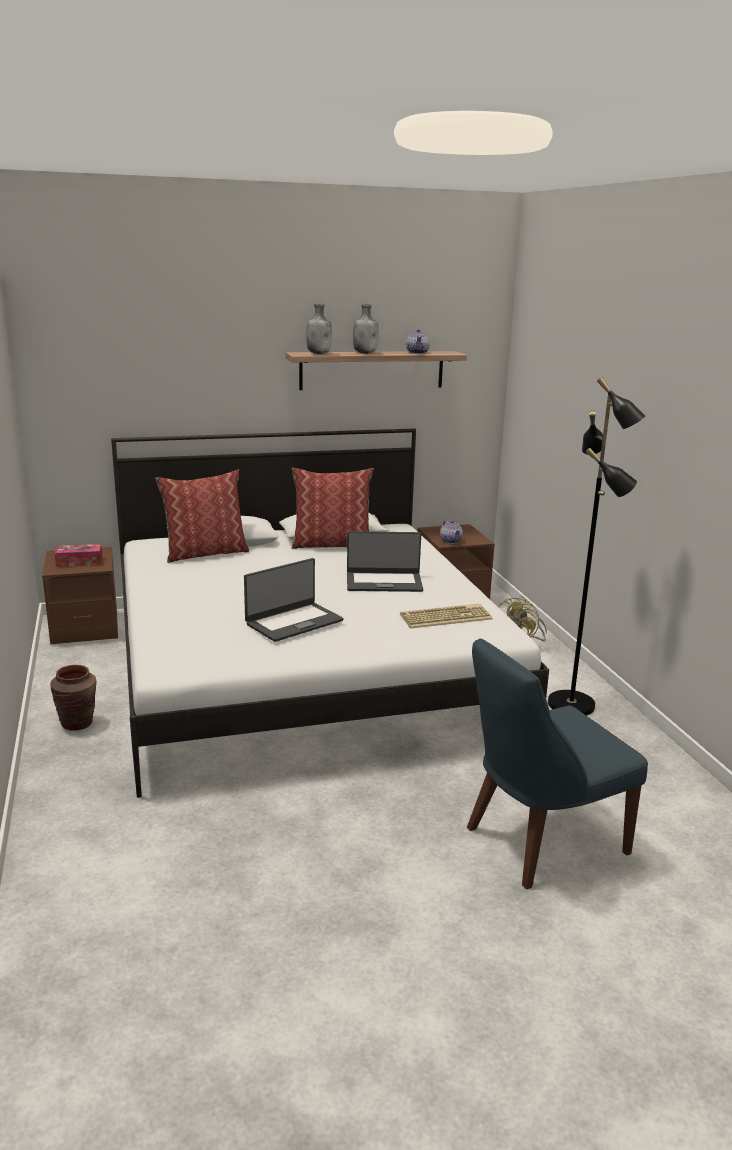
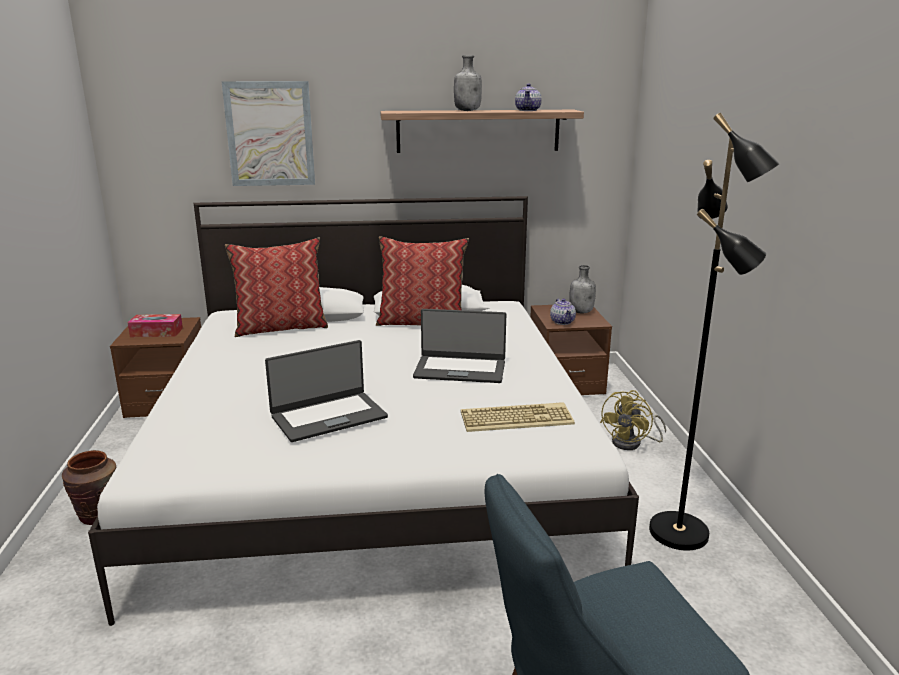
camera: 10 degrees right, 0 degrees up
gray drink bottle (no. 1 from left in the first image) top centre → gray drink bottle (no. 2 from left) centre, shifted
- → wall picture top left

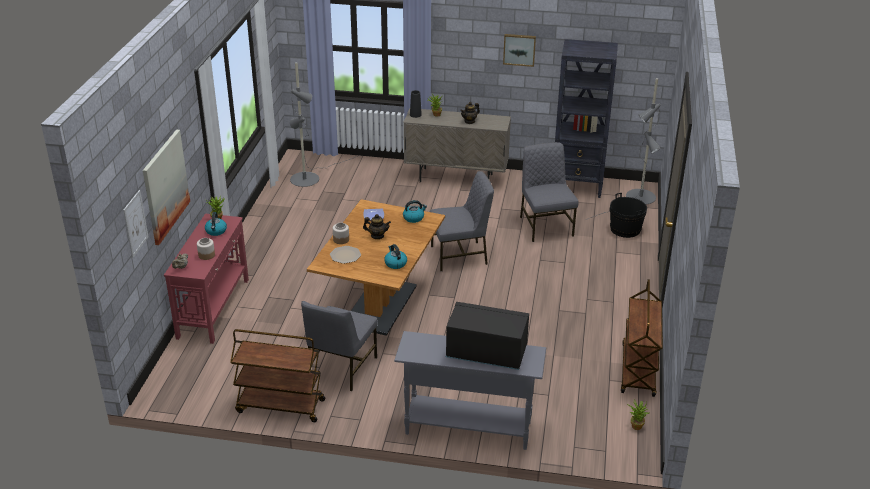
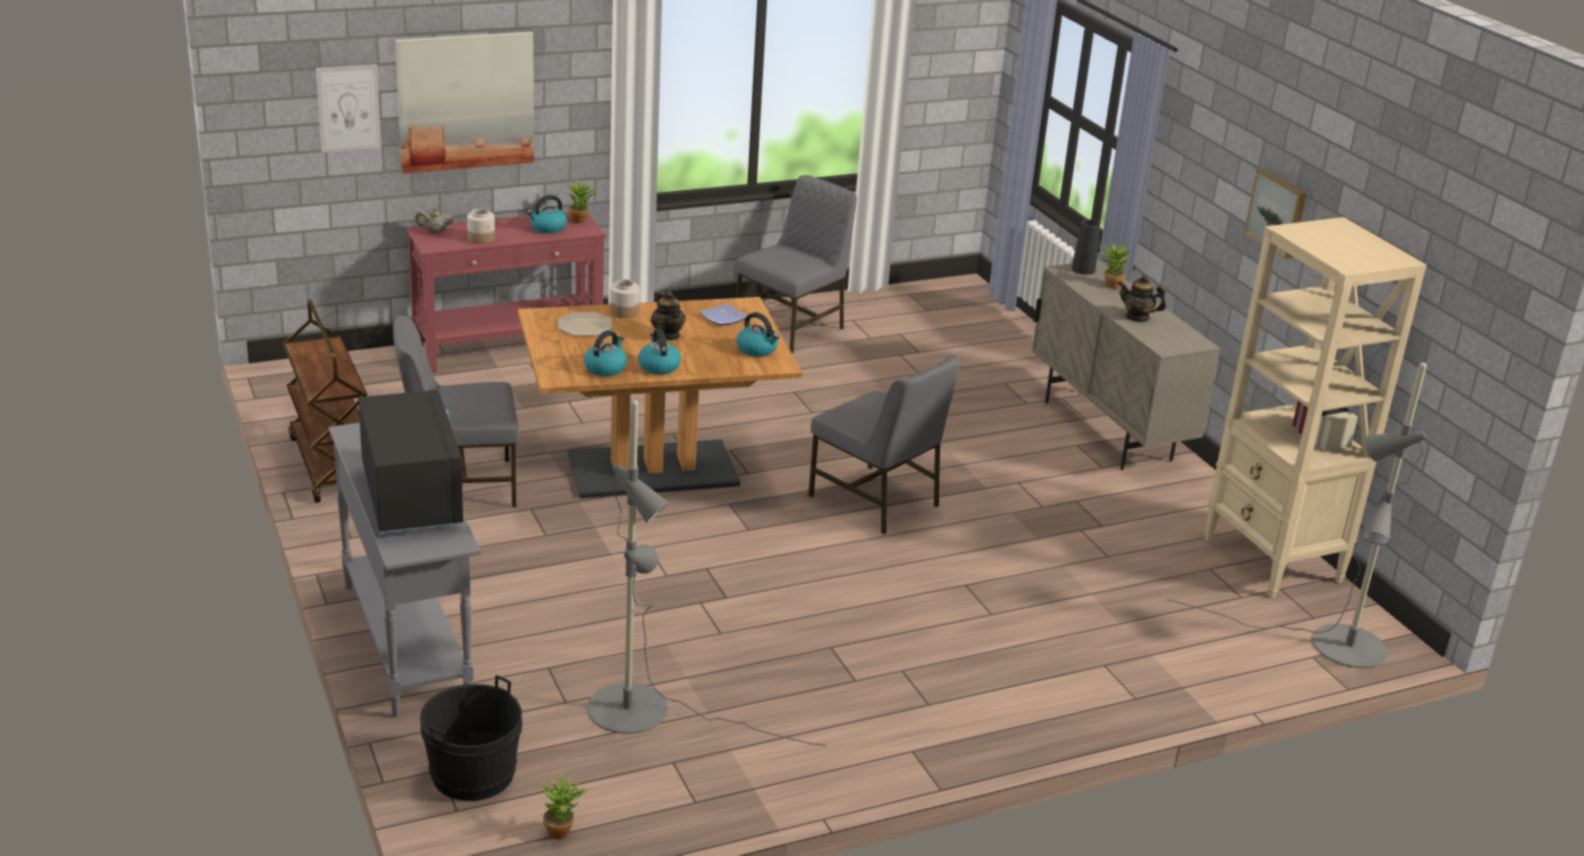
camera: 55 degrees right, 5 degrees down
gray standard lamp (no. 1 from left) top centre → gray standard lamp (no. 1 from left) bottom centre, shifted
gray upright chair (no. 3 from left in the first image) centre → gray upright chair (no. 2 from left) top centre, shifted
blackish bookshelf top right → beige bookshelf middle right
blackish water bucket middle right → blackish water bucket bottom left, shifted
brown cart (no. 2 from left) bottom right → -
- → kettle (no. 3 from left) centre

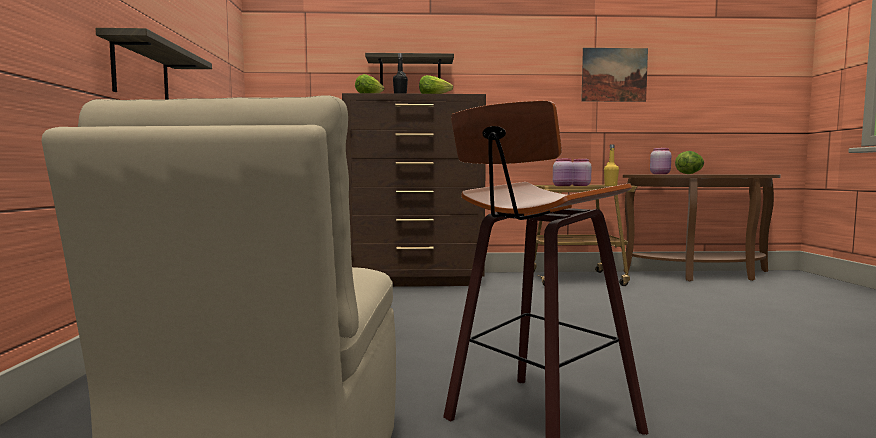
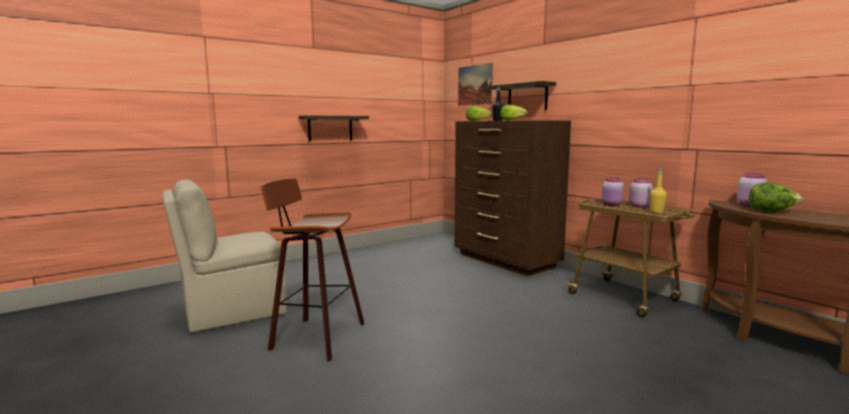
camera: 55 degrees right, 5 degrees up
wall picture top right → wall picture top centre, shifted

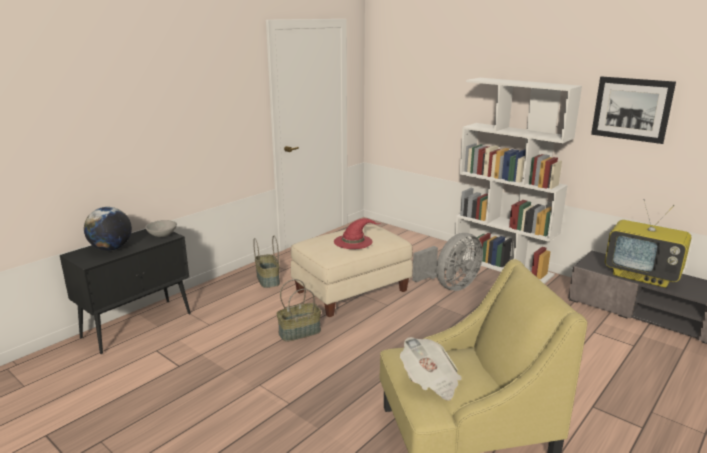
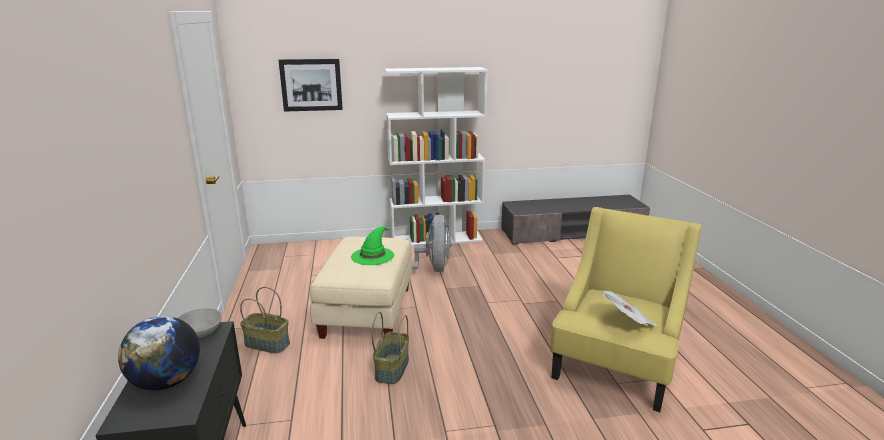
camera: 50 degrees left, 0 degrees up
red-coloured wearable hat centre → green wearable hat centre
wall picture top right → wall picture top centre, shifted
TV middle right → -

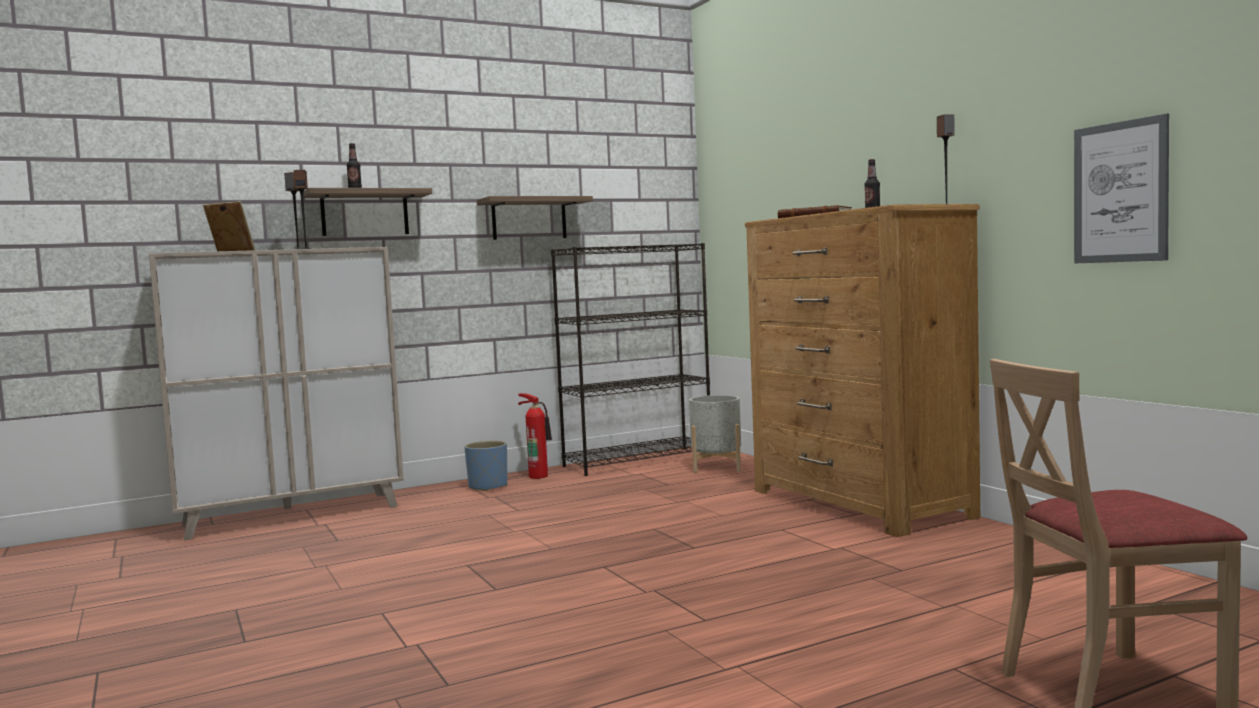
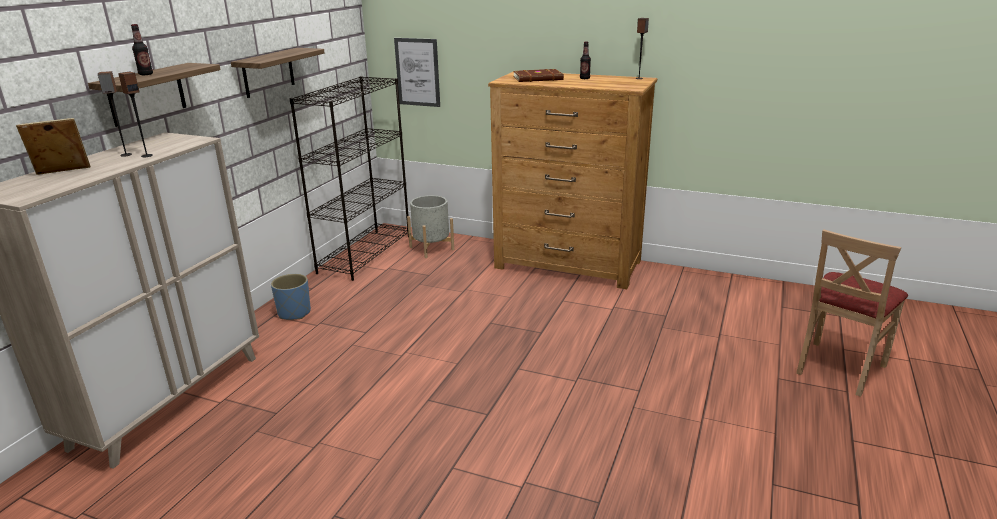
camera: 40 degrees left, 20 degrees up
extinguisher centre → -
wall picture top right → wall picture top centre, shifted

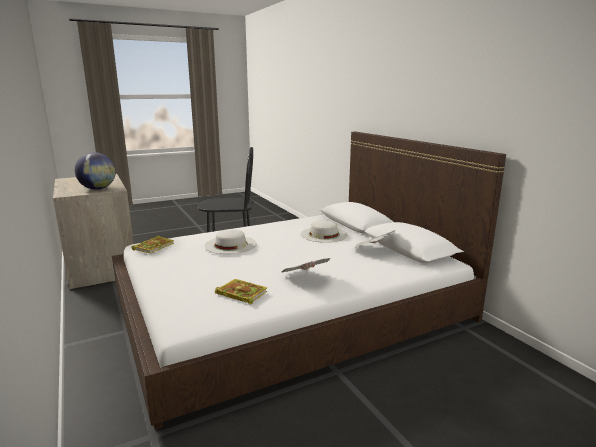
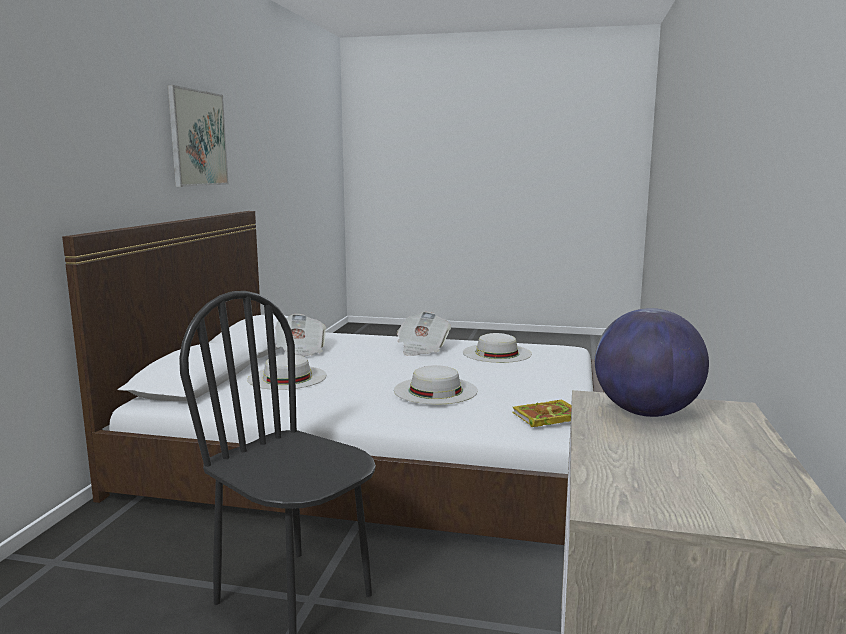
camera: 140 degrees left, 5 degrees down
bound book (no. 2 from left) centre → white wearable hat (no. 3 from left) centre
- → wall picture top left

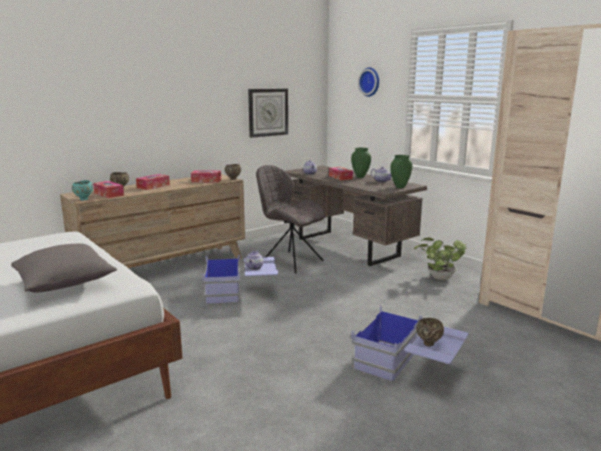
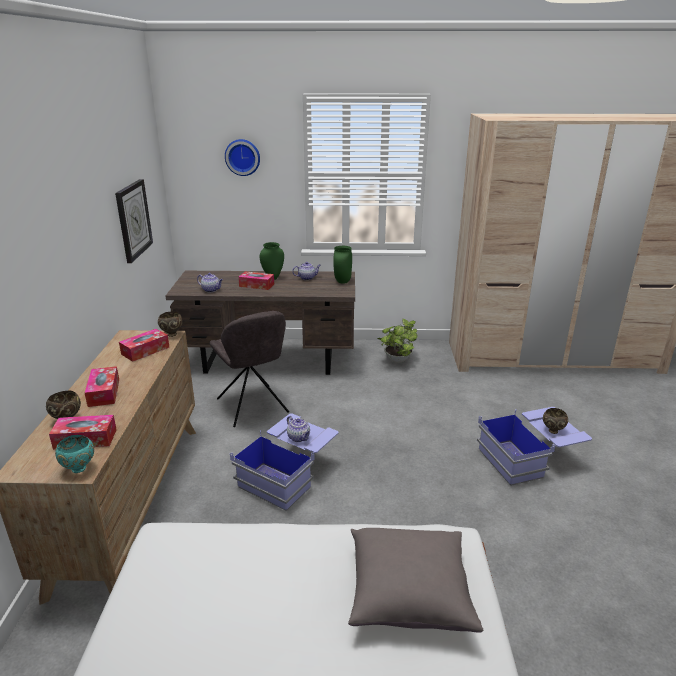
camera: 50 degrees left, 10 degrees up
gray upright chair centre, 105 degrees counterclockwise

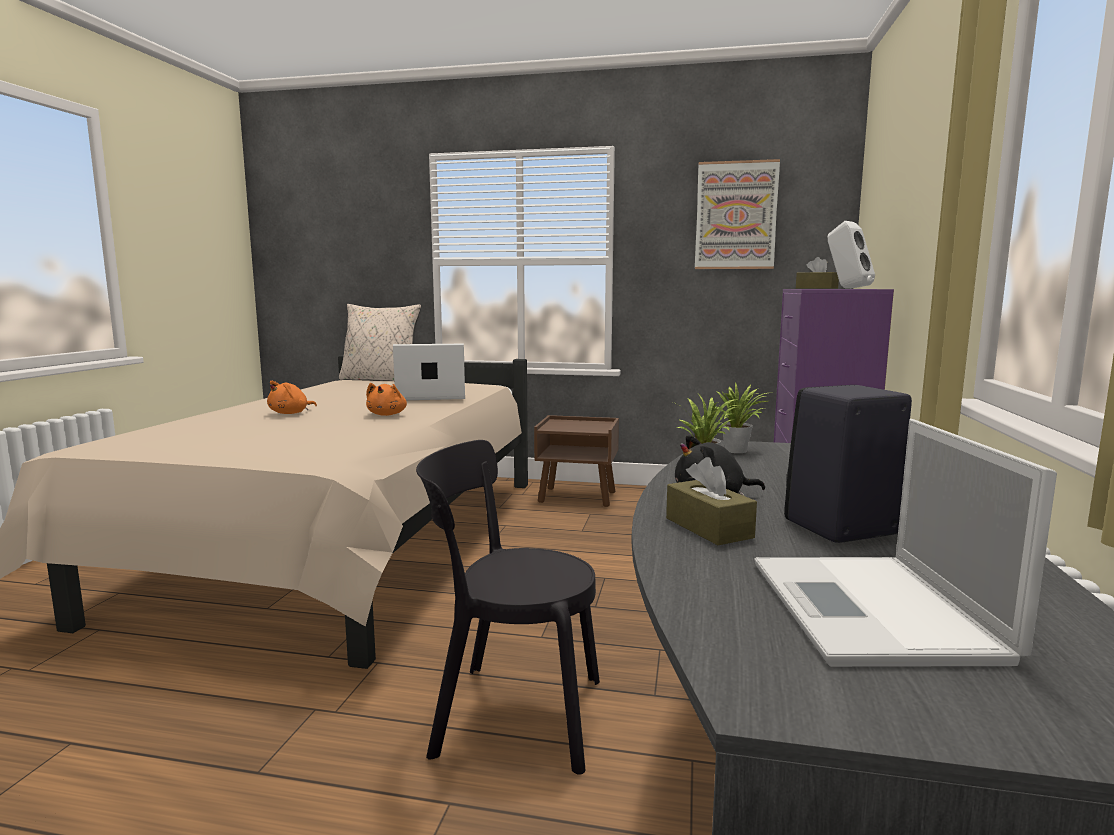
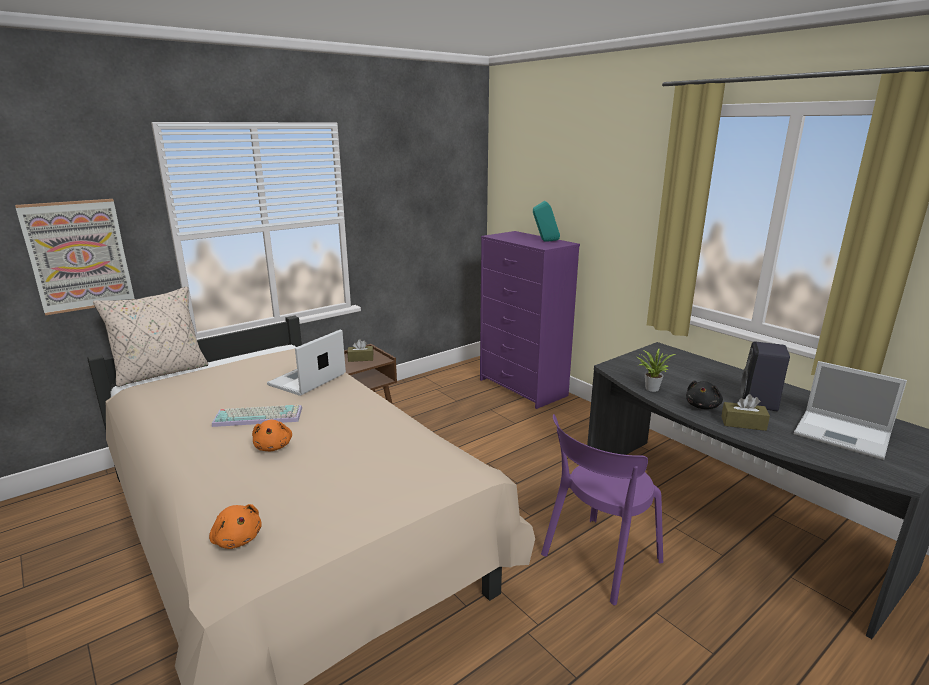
camera: 50 degrees left, 10 degrees up
orange plush toy (no. 2 from left in the first image) centre → orange plush toy (no. 1 from left) bottom left, shifted
blackish upright chair bottom centre → purple upright chair bottom centre
wall picture top centre → wall picture middle left, shifted
houseplant (no. 2 from left) middle right → -
brown tissue holder (no. 2 from left in the first image) top right → brown tissue holder (no. 1 from left) centre, shifted
white loudspeaker top right → blue-green loudspeaker top centre
- → keyboard middle left

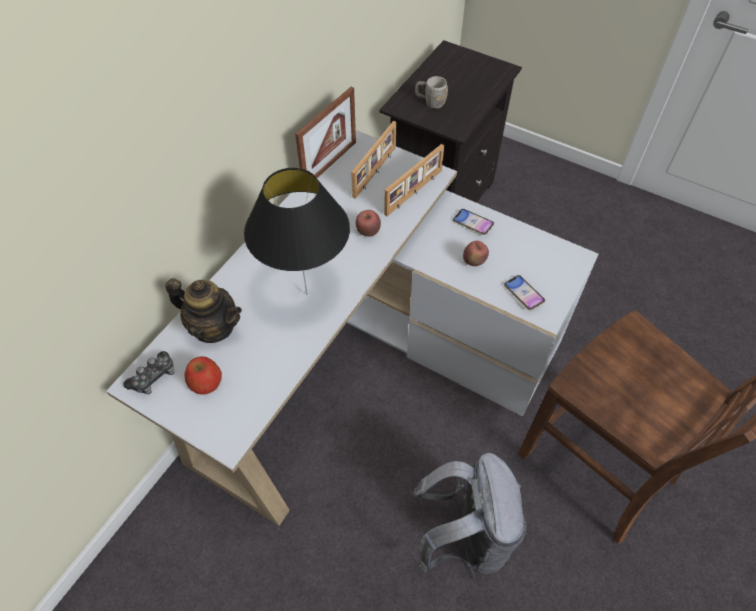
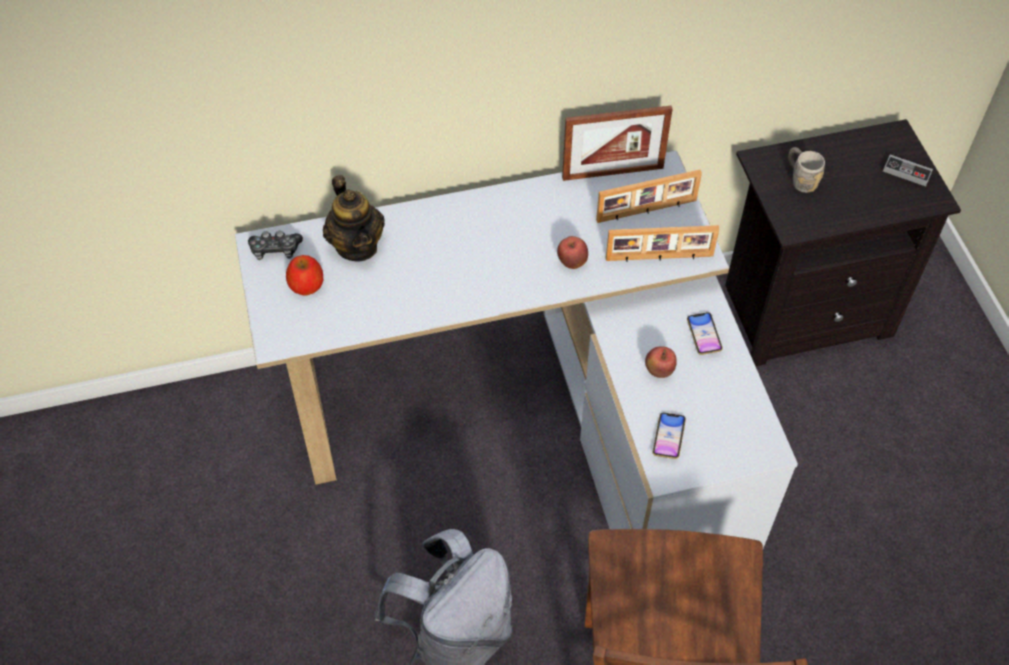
camera: 45 degrees right, 0 degrees up
blackish lamp for a table centre → -
- → game controller (no. 2 from left) top right

